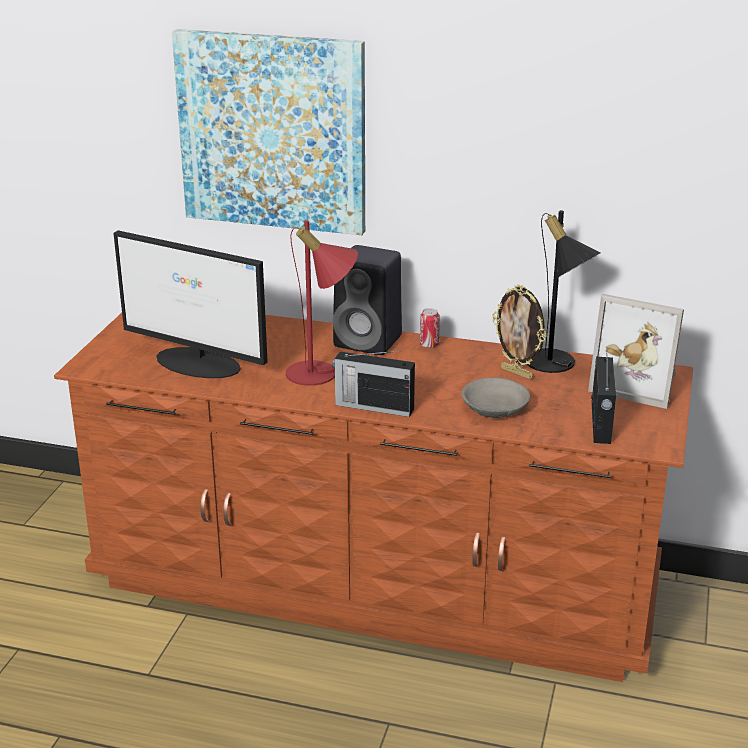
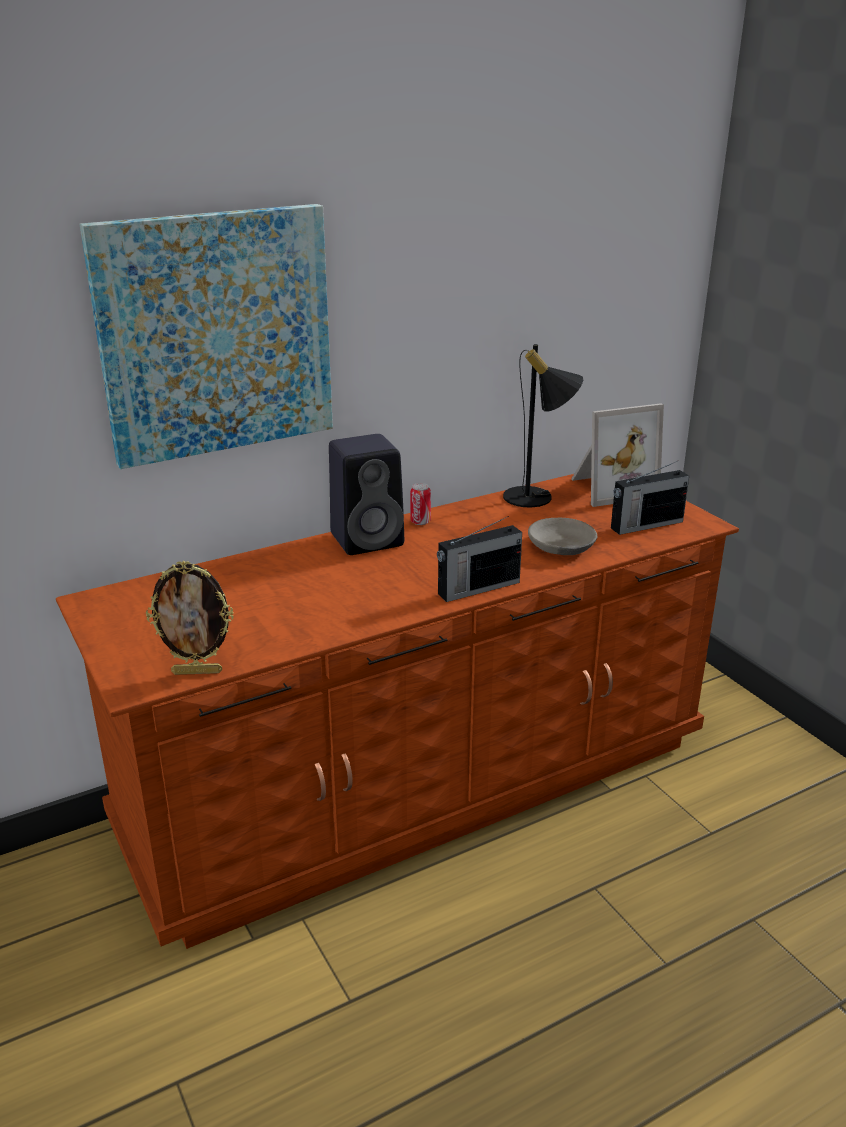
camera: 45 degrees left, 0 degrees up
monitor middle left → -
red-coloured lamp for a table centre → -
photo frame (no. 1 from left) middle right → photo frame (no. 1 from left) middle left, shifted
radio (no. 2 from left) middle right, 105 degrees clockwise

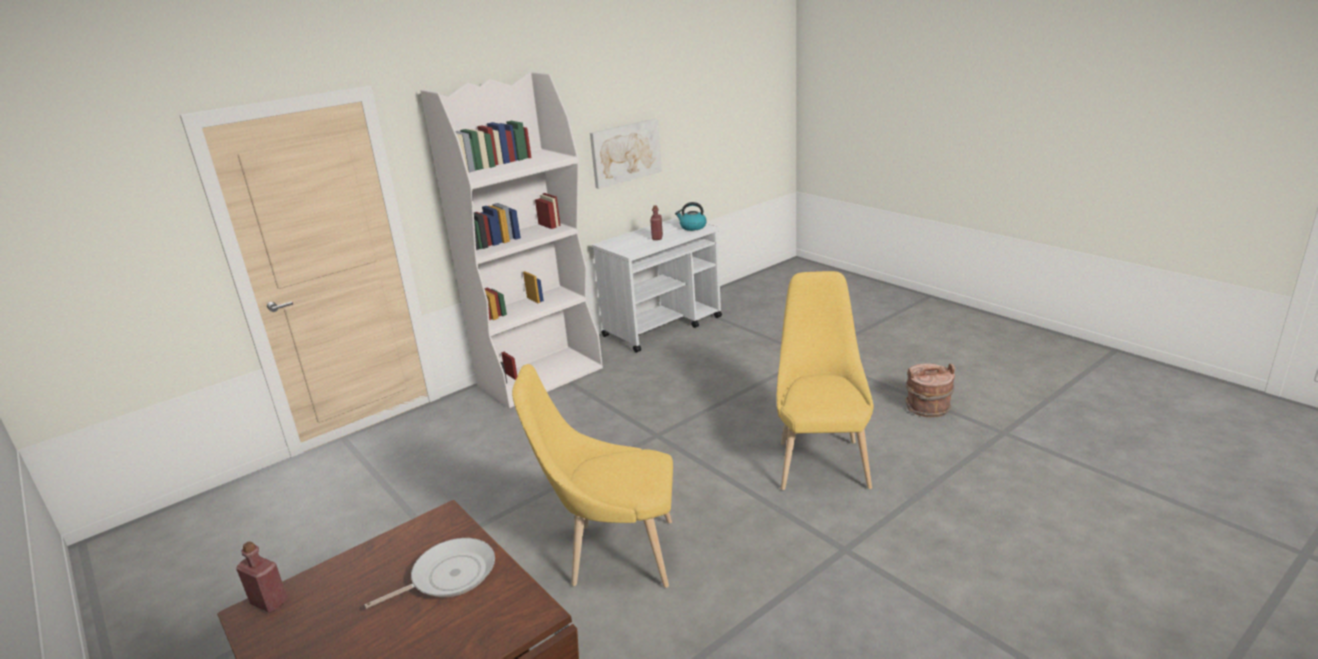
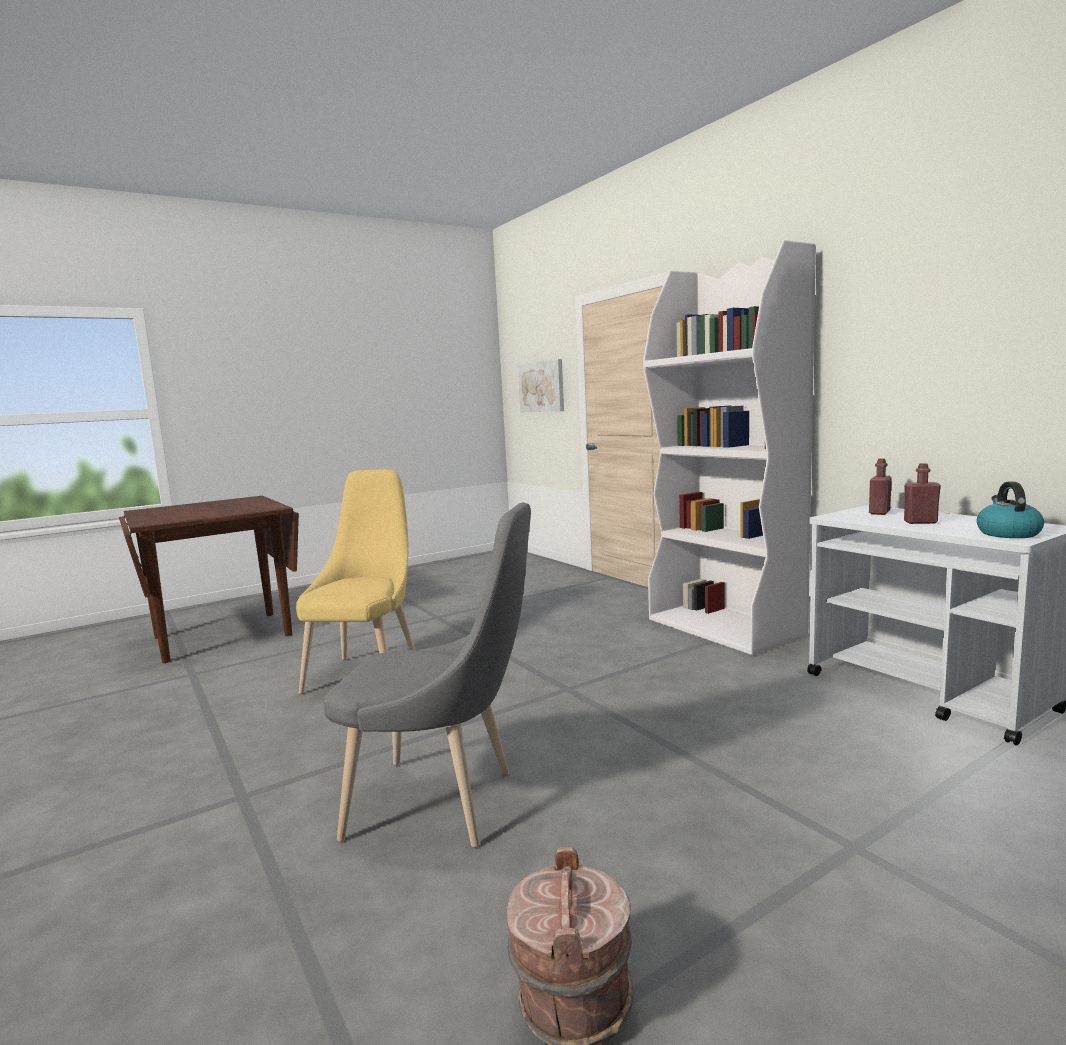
camera: 95 degrees right, 15 degrees down
red-coloured drink bottle (no. 1 from left) bottom left → red-coloured drink bottle (no. 1 from left) middle right, shifted
pan bottom left → -
wall picture top centre → wall picture centre, shifted
yellowish upright chair (no. 2 from left) centre → gray upright chair centre

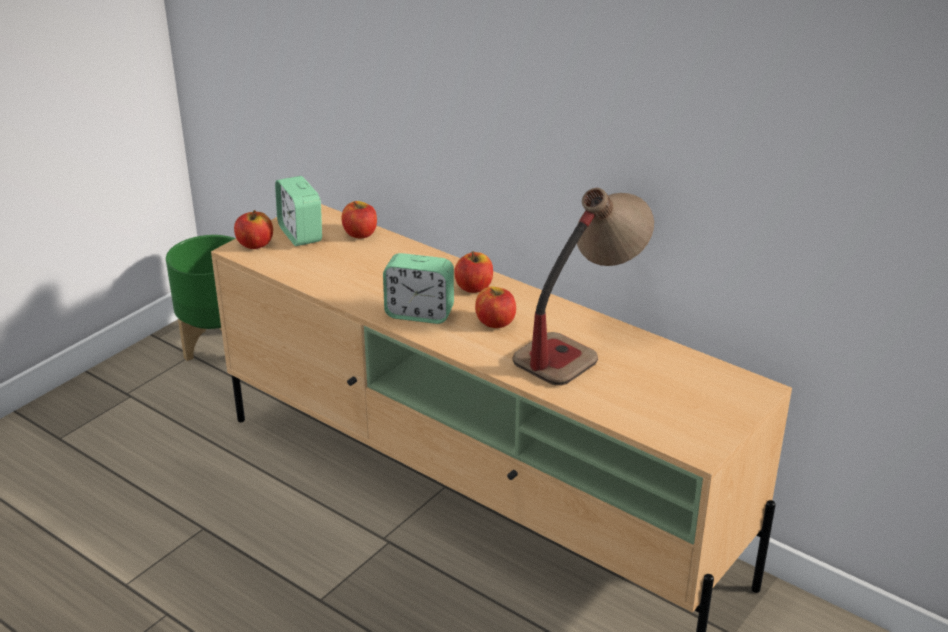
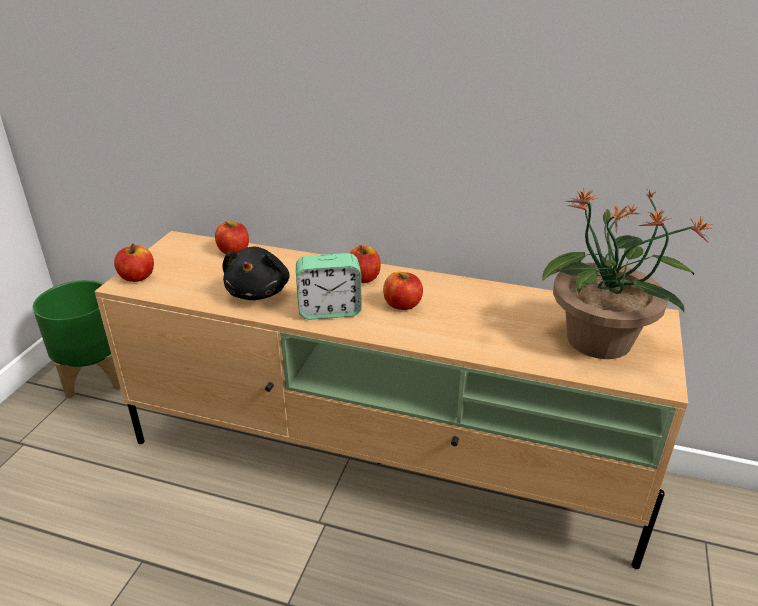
camera: 20 degrees left, 0 degrees up
table clock (no. 1 from left) middle left → -
lamp for a table centre → -
- → blackish plush toy centre
- → houseplant middle right

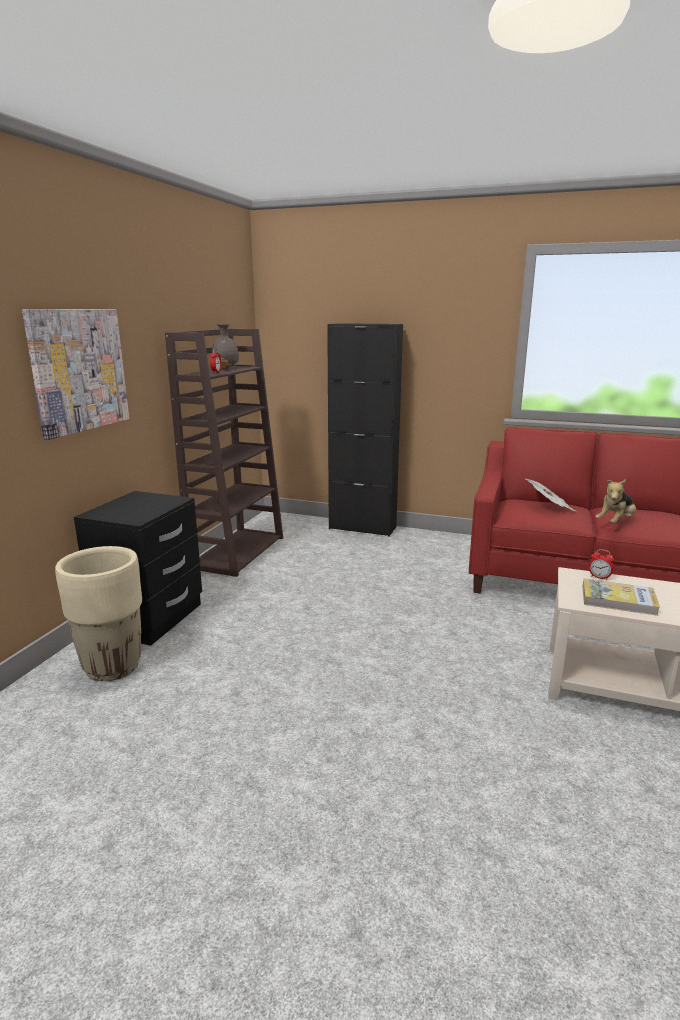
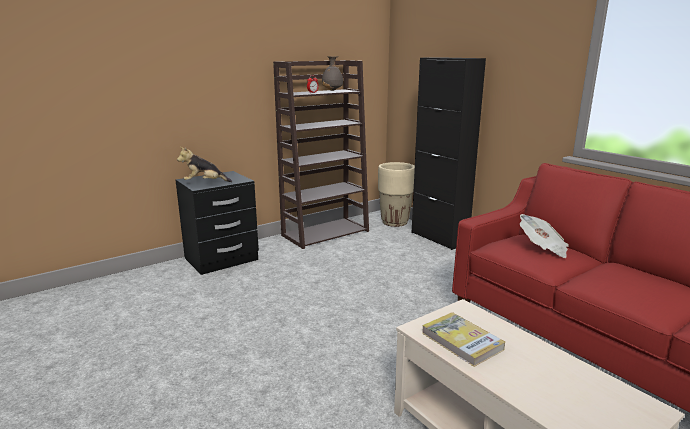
camera: 35 degrees right, 0 degrees up
wall picture middle left → -
beige plant pot middle left → beige plant pot centre, shifted
table clock (no. 2 from left) middle right → -
plush toy middle right → plush toy middle left, shifted

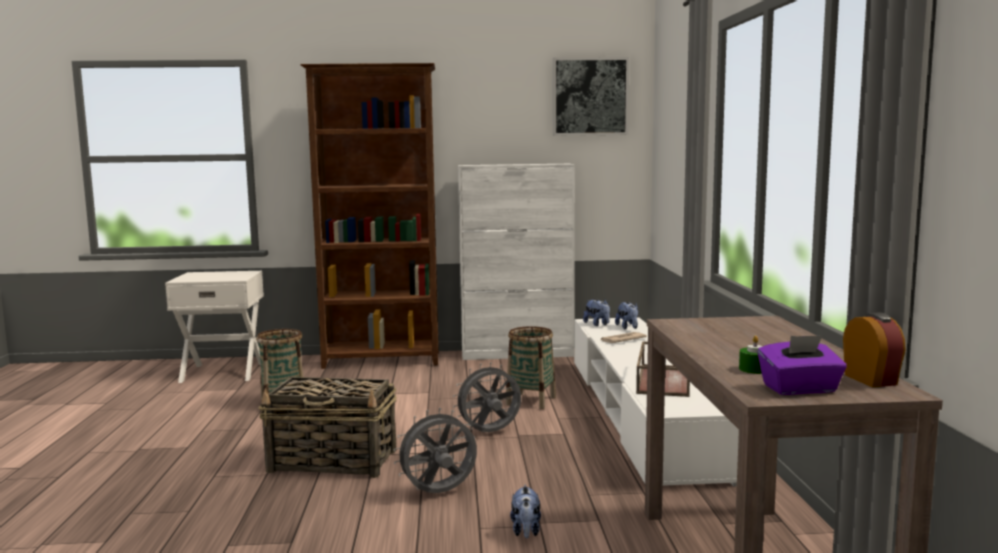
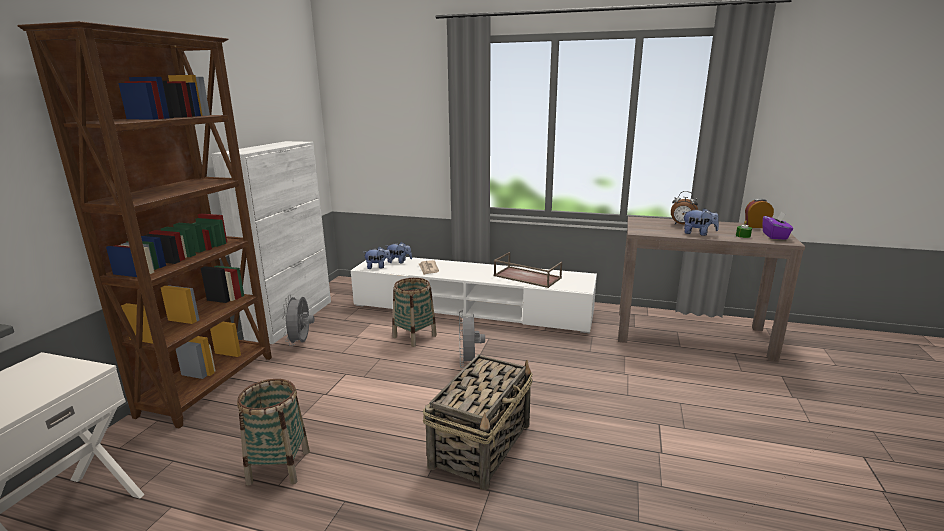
camera: 70 degrees left, 10 degrees up
gray cooling fan (no. 1 from left) bottom centre → gray cooling fan (no. 1 from left) middle left, shifted
plush toy (no. 1 from left in the first image) bottom centre → plush toy (no. 3 from left) middle right, shifted
wall picture top centre → -
- → table clock (no. 1 from left) middle right

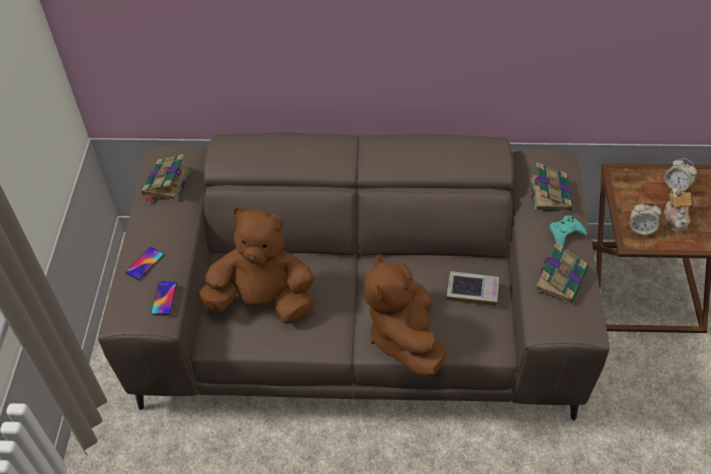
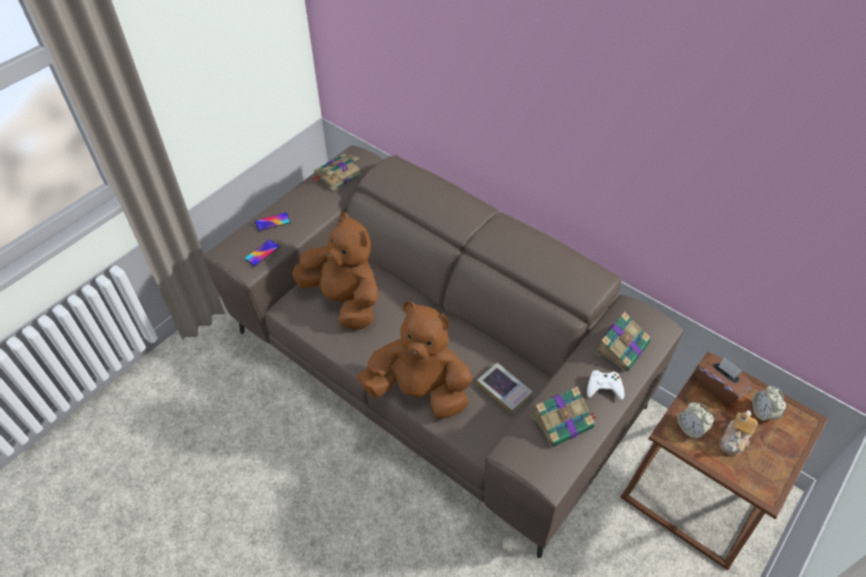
camera: 35 degrees right, 0 degrees up
brown plush toy (no. 2 from left) centre, 75 degrees clockwise
blue-green game controller middle right → white game controller bottom right
- → brown tissue holder middle right

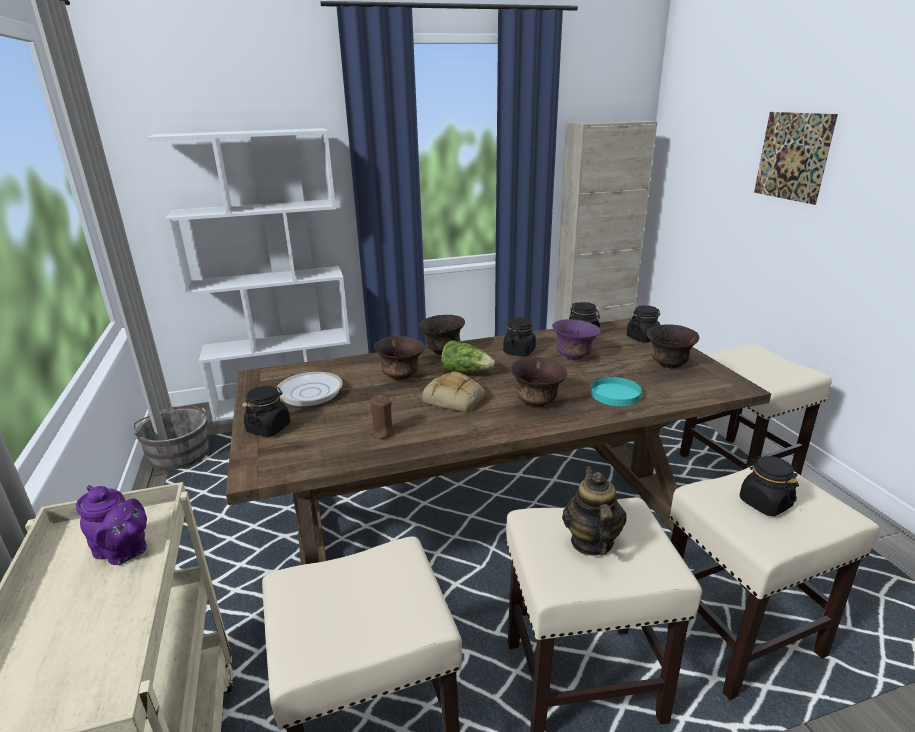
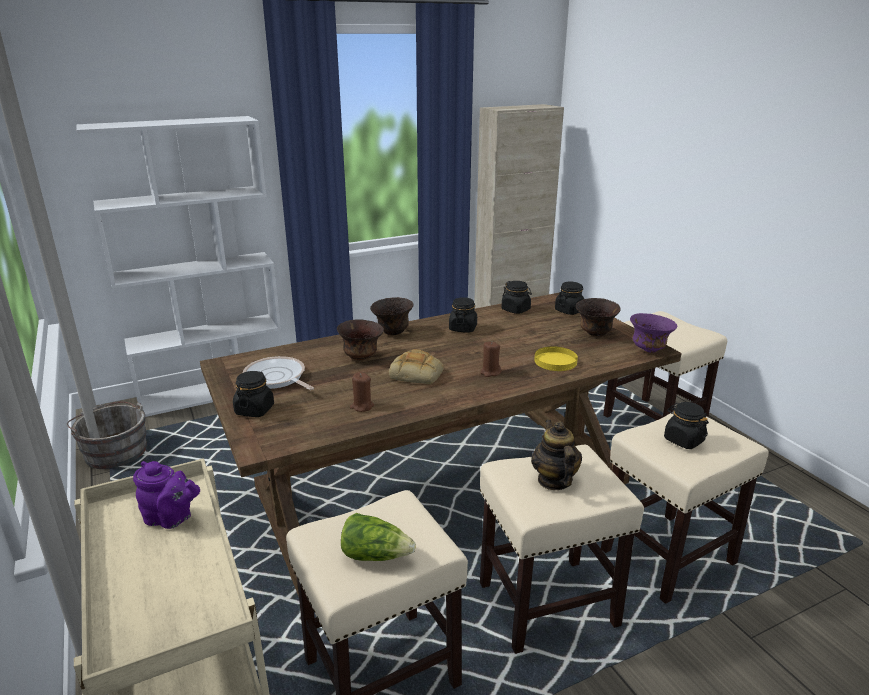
camera: 10 degrees left, 0 degrees up
pan middle left, 90 degrees counterclockwise
lettuce centre → lettuce bottom centre, shifted
brown deep dish (no. 3 from left) centre → brown wax light (no. 2 from left) centre
purple deep dish centre → purple deep dish middle right, shifted
blue-green flat dish middle right → yellowish flat dish centre
wall picture top right → -

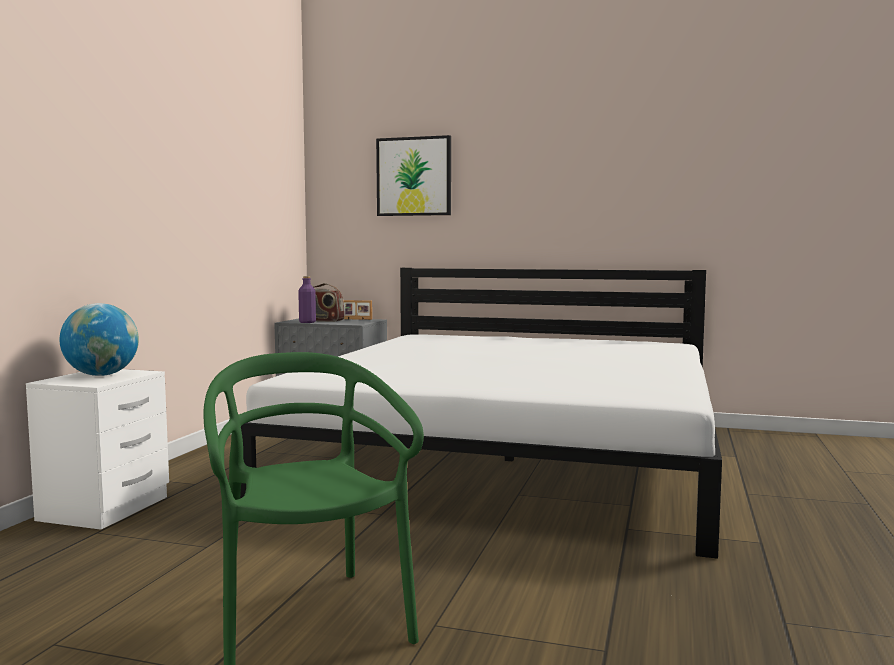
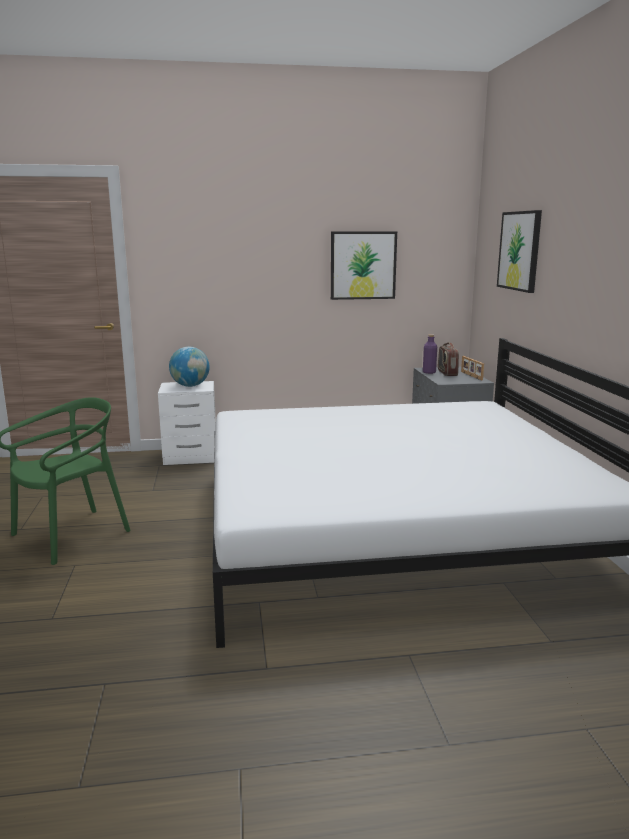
camera: 65 degrees right, 10 degrees up
- → wall picture (no. 1 from left) top centre

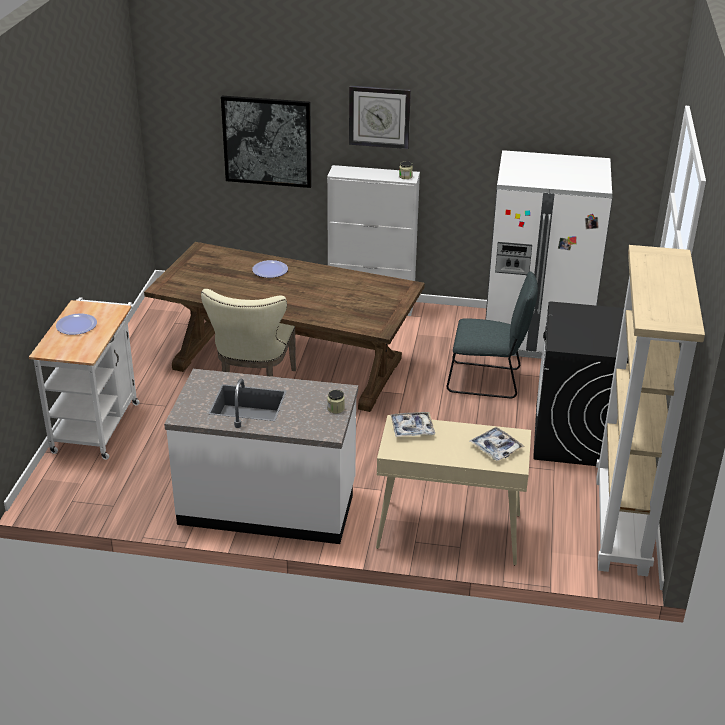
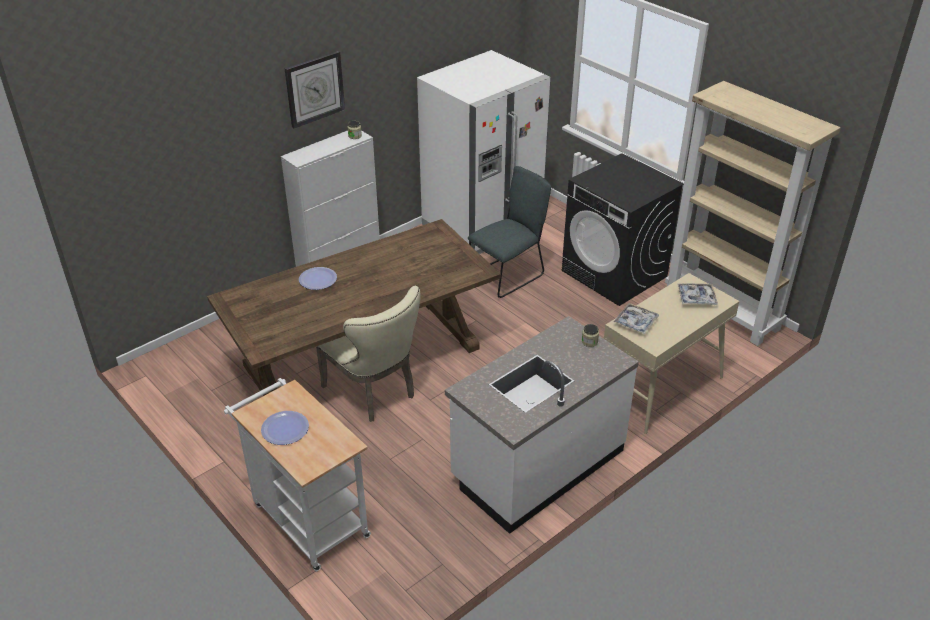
camera: 50 degrees left, 5 degrees up
wall picture top centre → -

